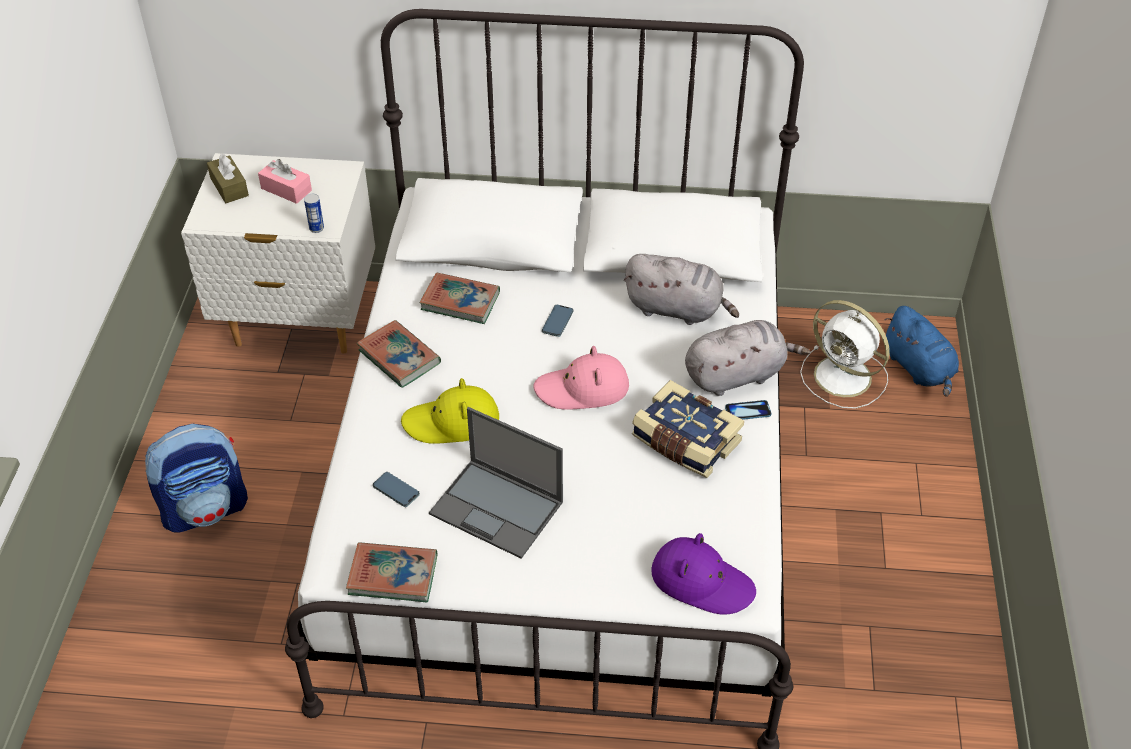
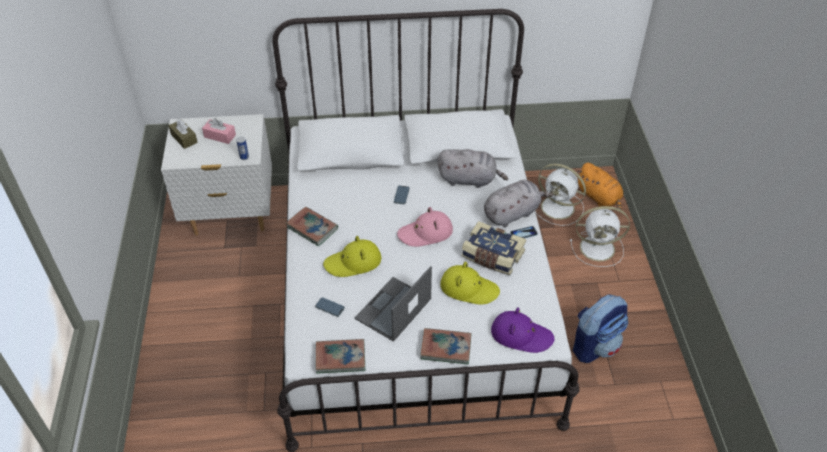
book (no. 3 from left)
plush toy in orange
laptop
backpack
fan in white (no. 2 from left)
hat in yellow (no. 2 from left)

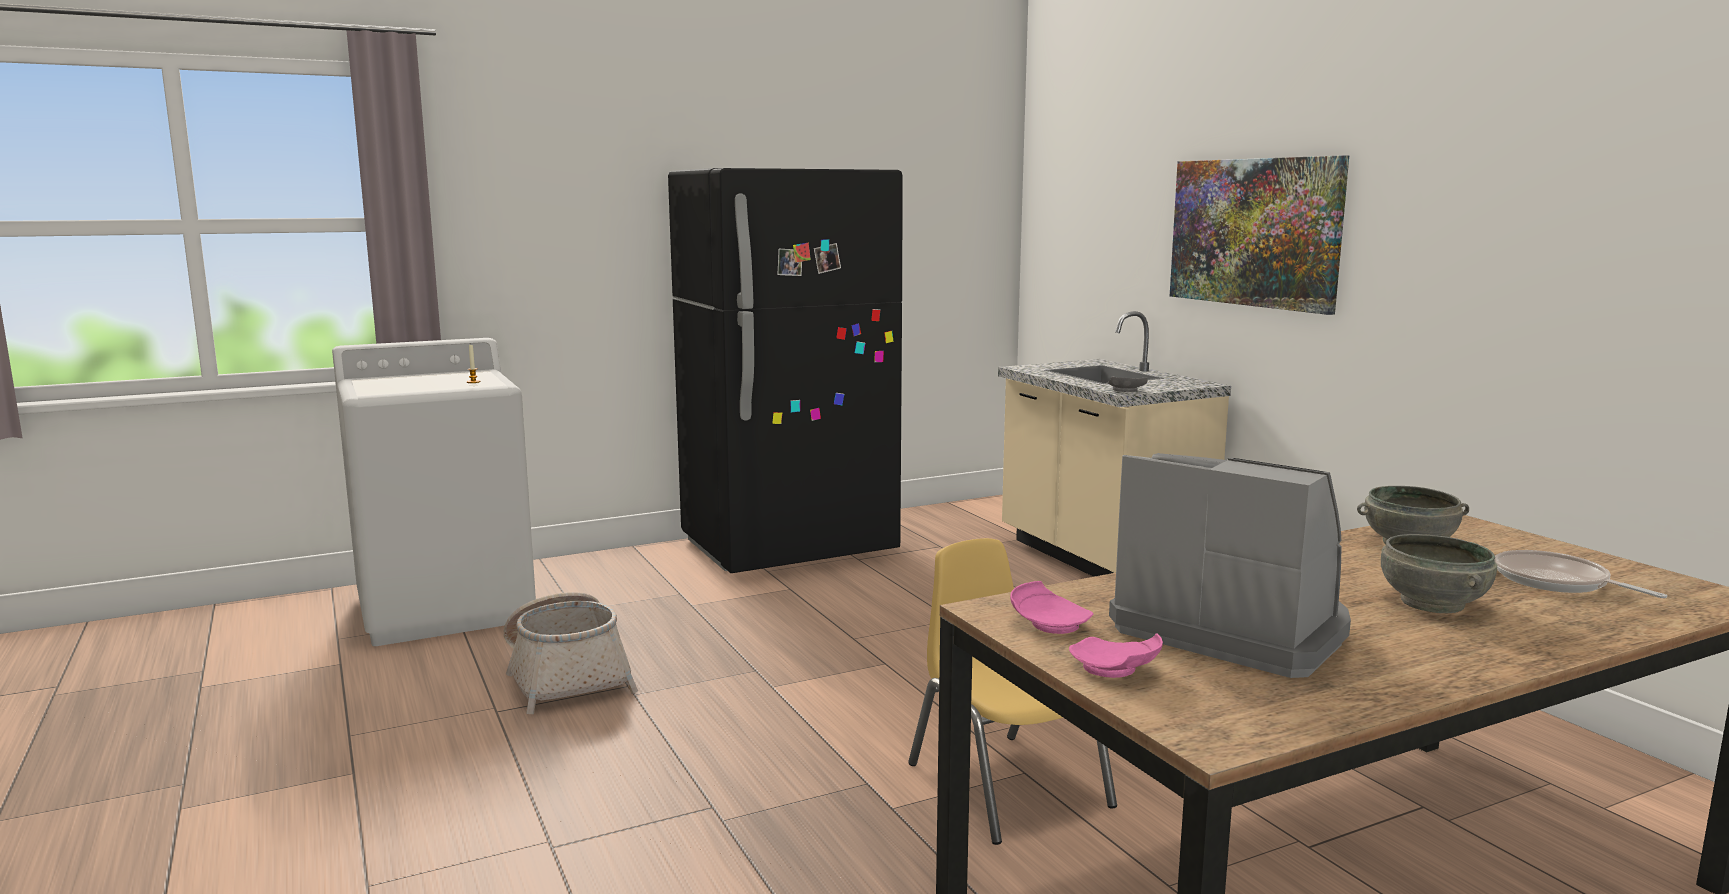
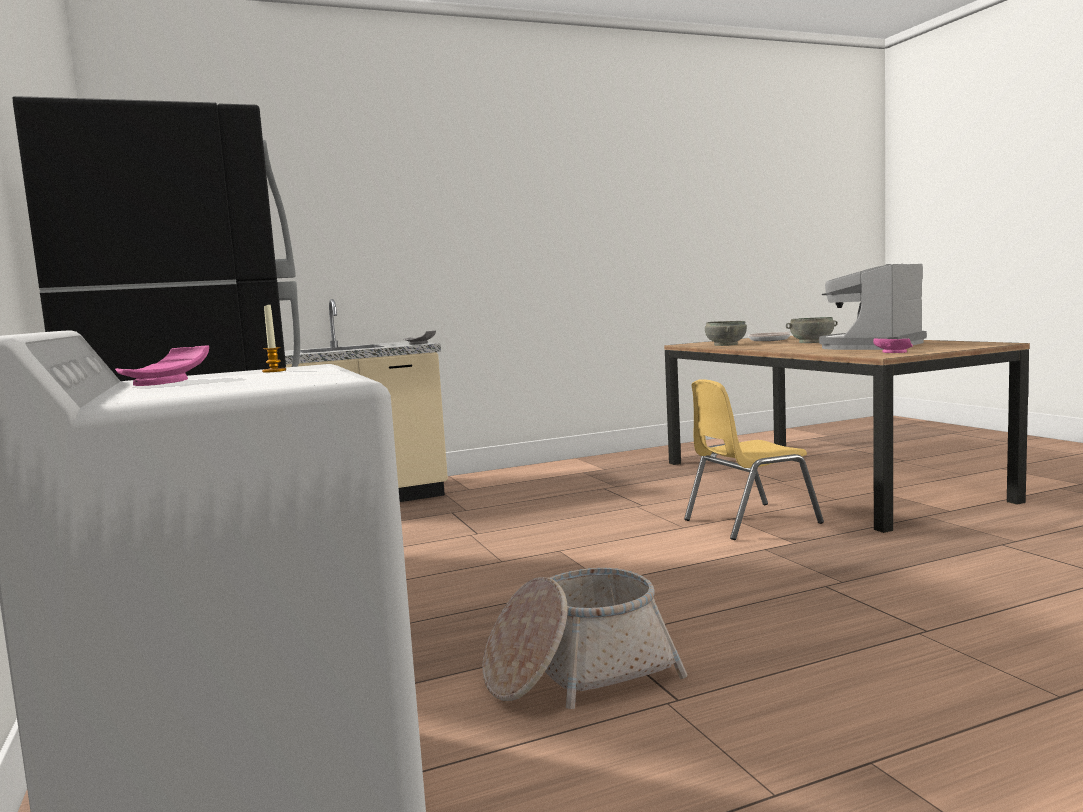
picture
plate in pink (no. 1 from left)

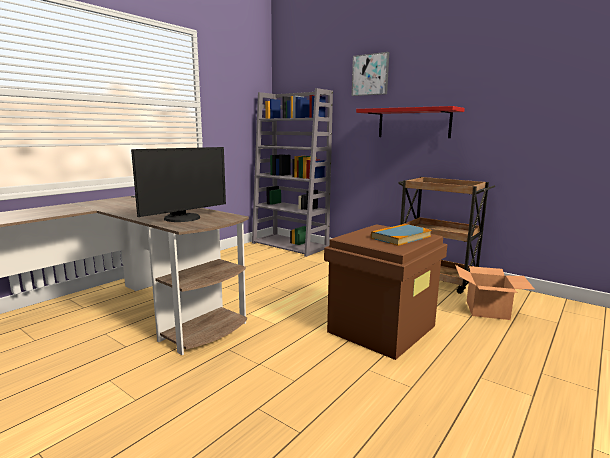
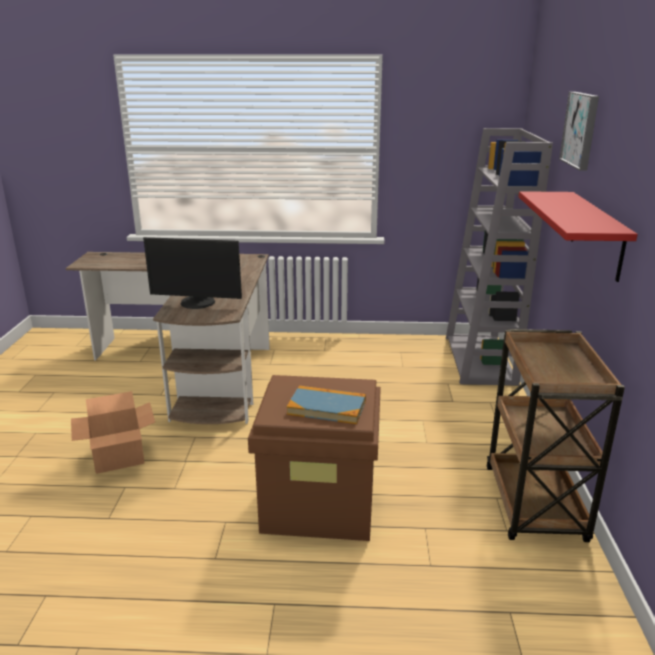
cardboard box

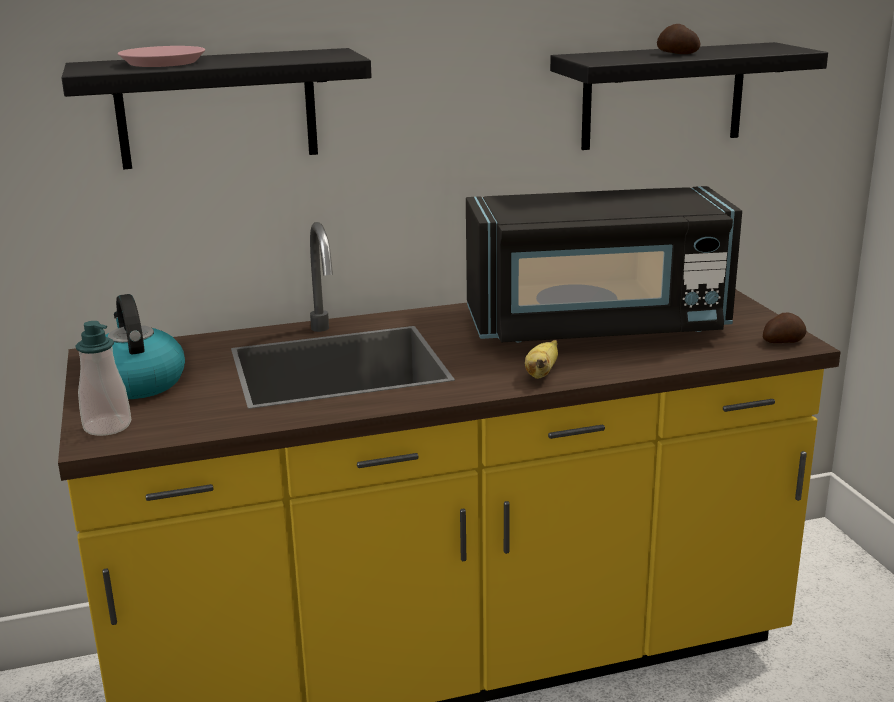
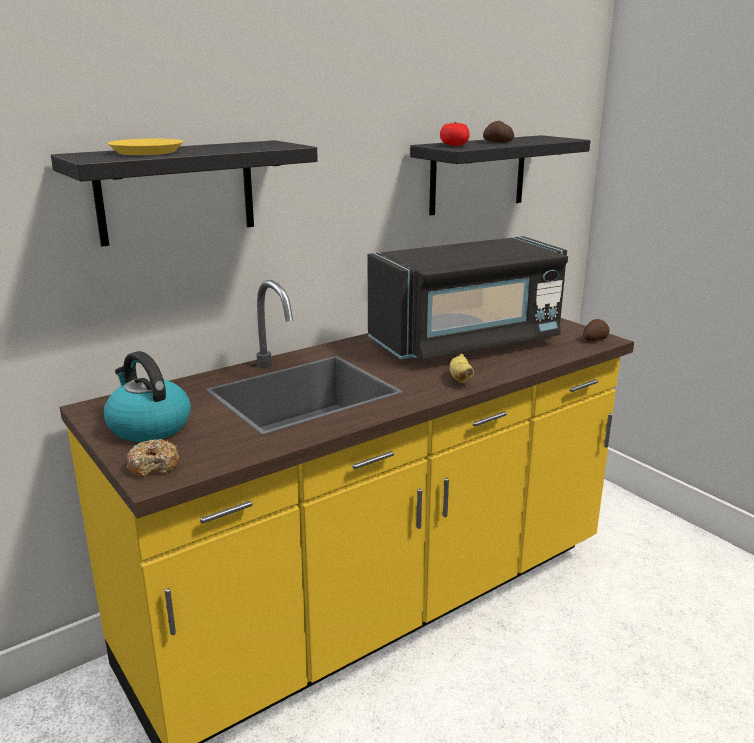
plate in yellow
donut
tomato

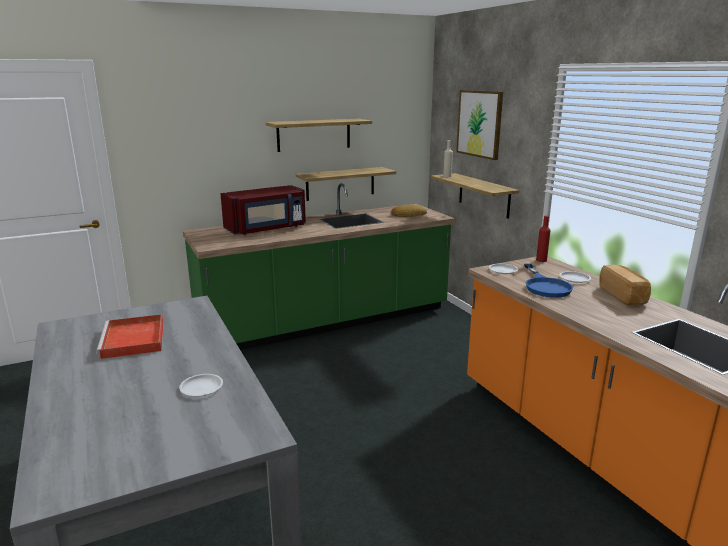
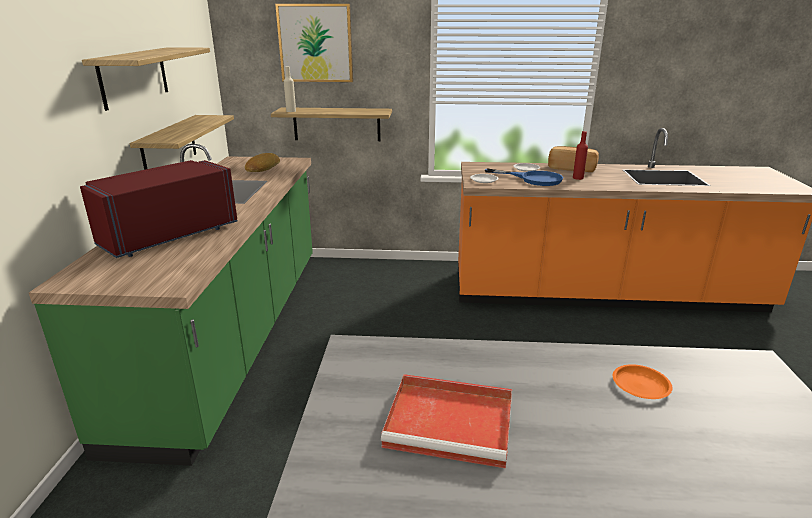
microwave in red
bottle in red
plate in orange

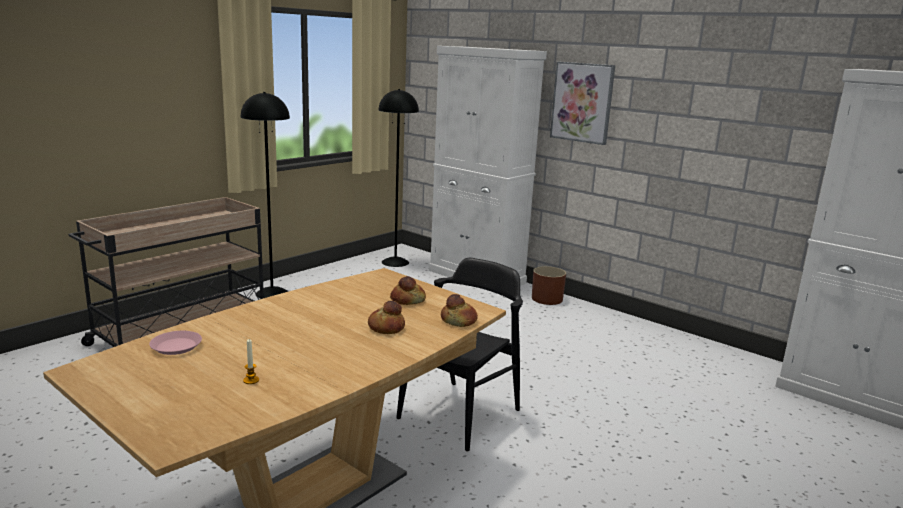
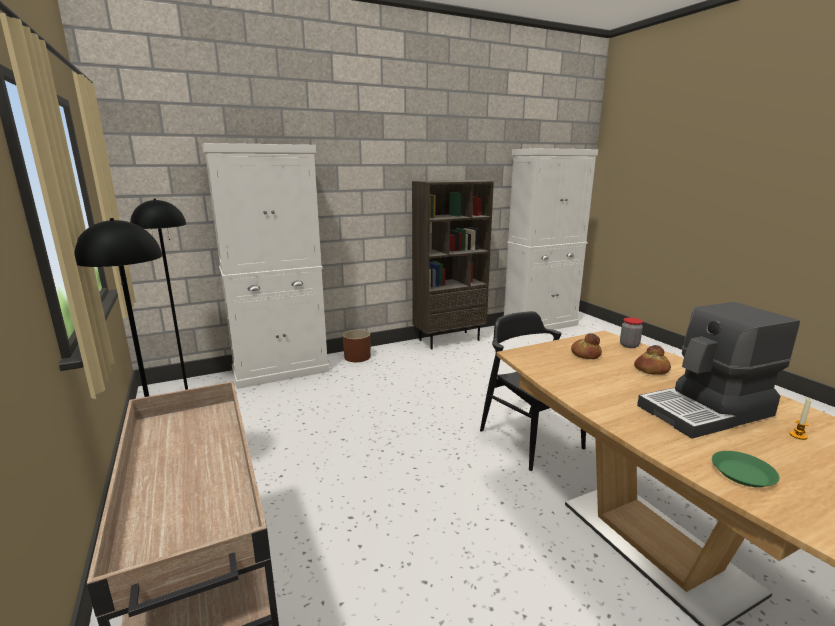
picture
jar
plate in green
bookcase in brown
coffee machine

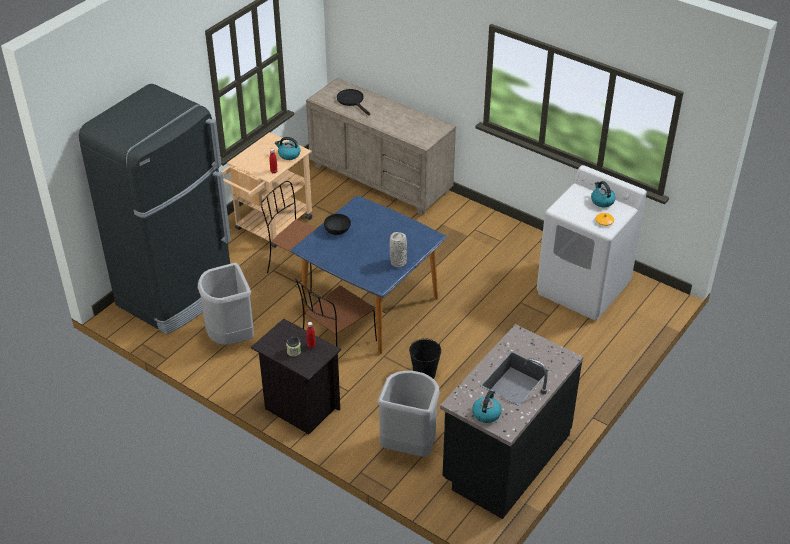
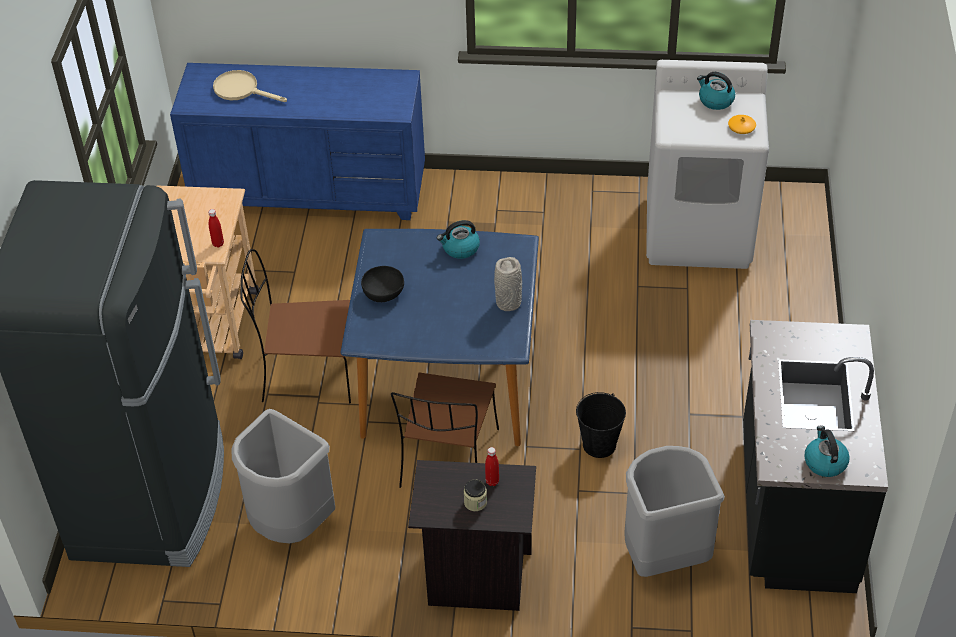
dresser in blue
frying pan in beige
kettle (no. 1 from left)

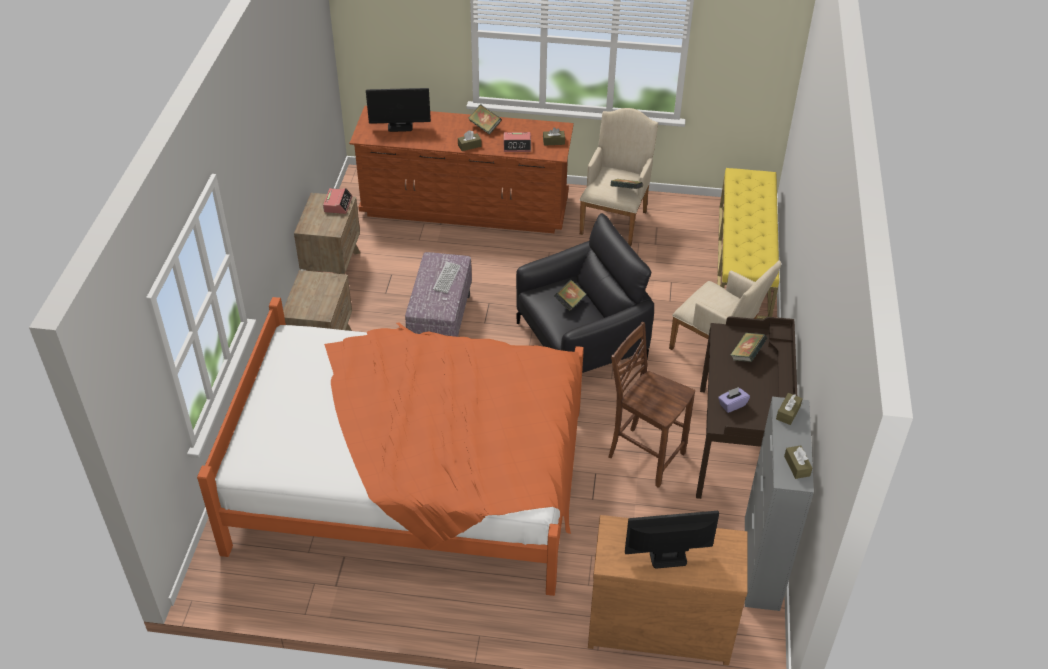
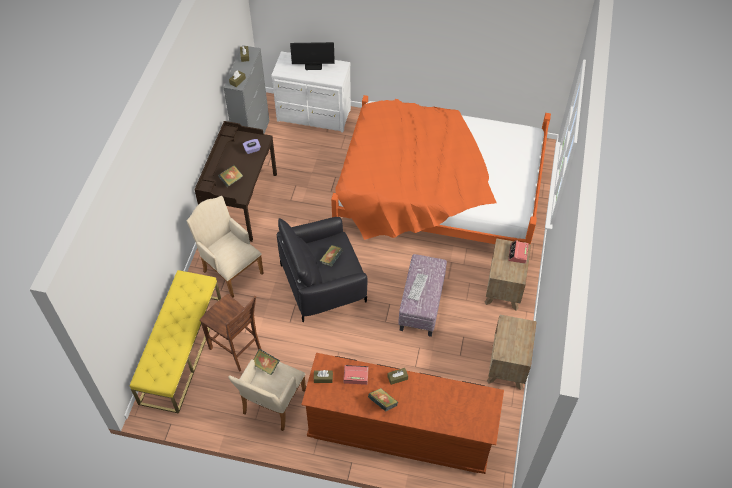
monitor (no. 1 from left in the first image)
alarm clock (no. 2 from left)
chair in brown
dresser in white

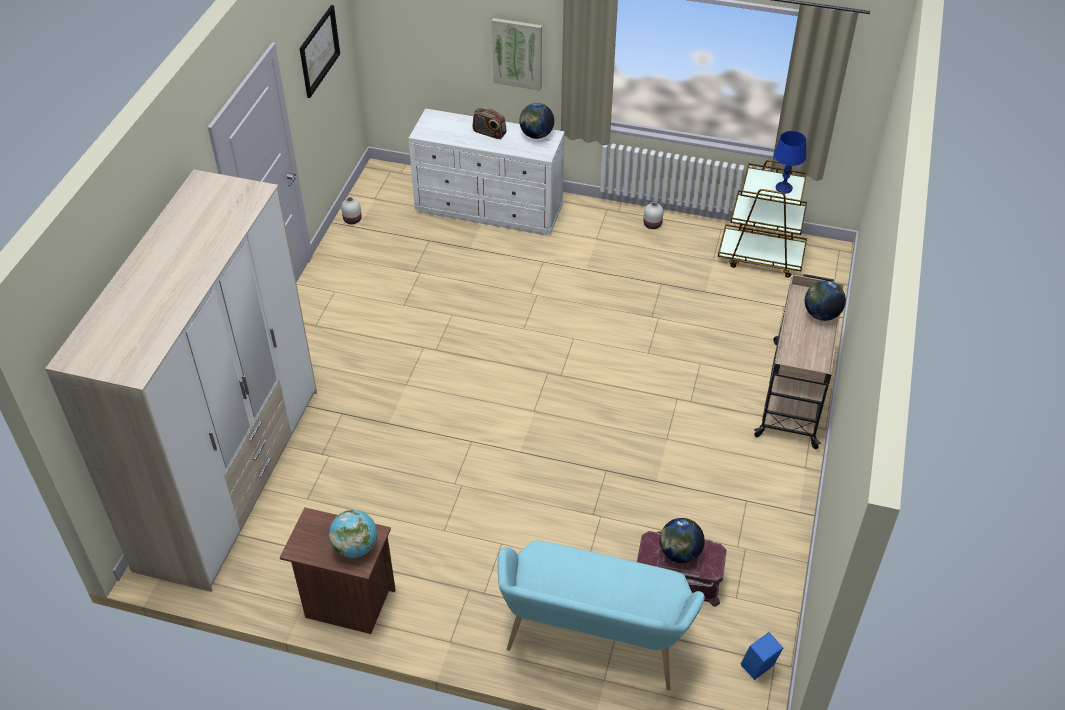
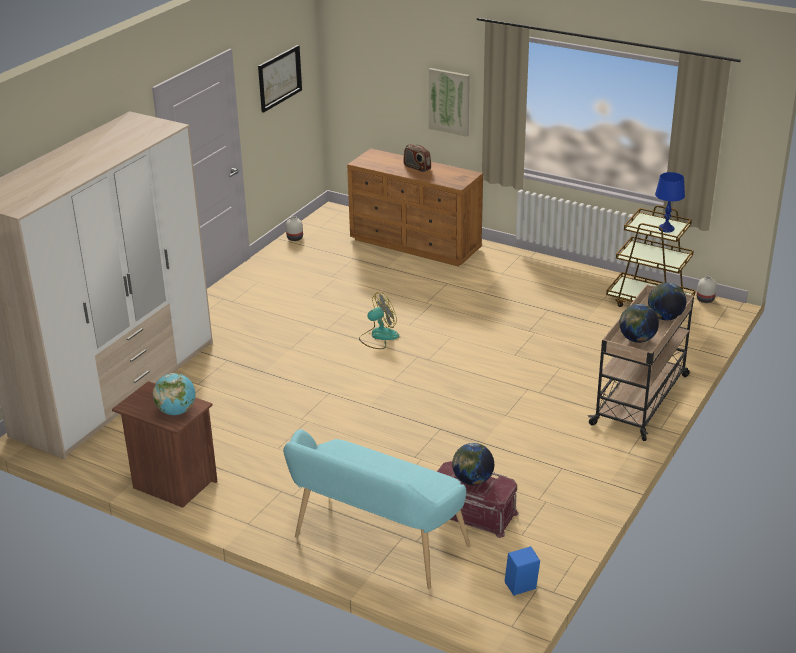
globe (no. 3 from left)
dresser in brown
vase in white (no. 2 from left)
fan

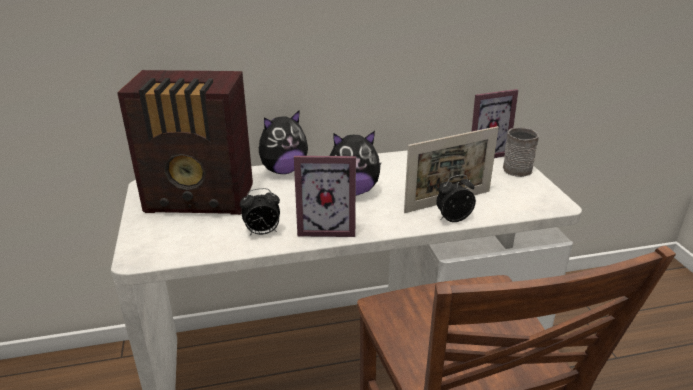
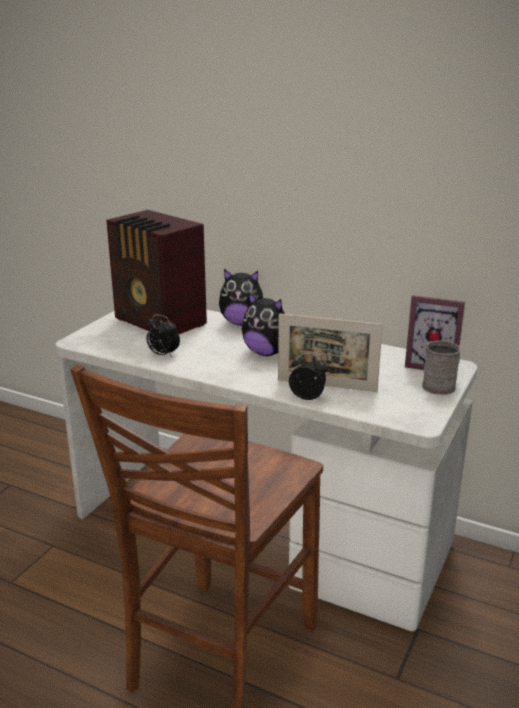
picture frame (no. 1 from left in the first image)

